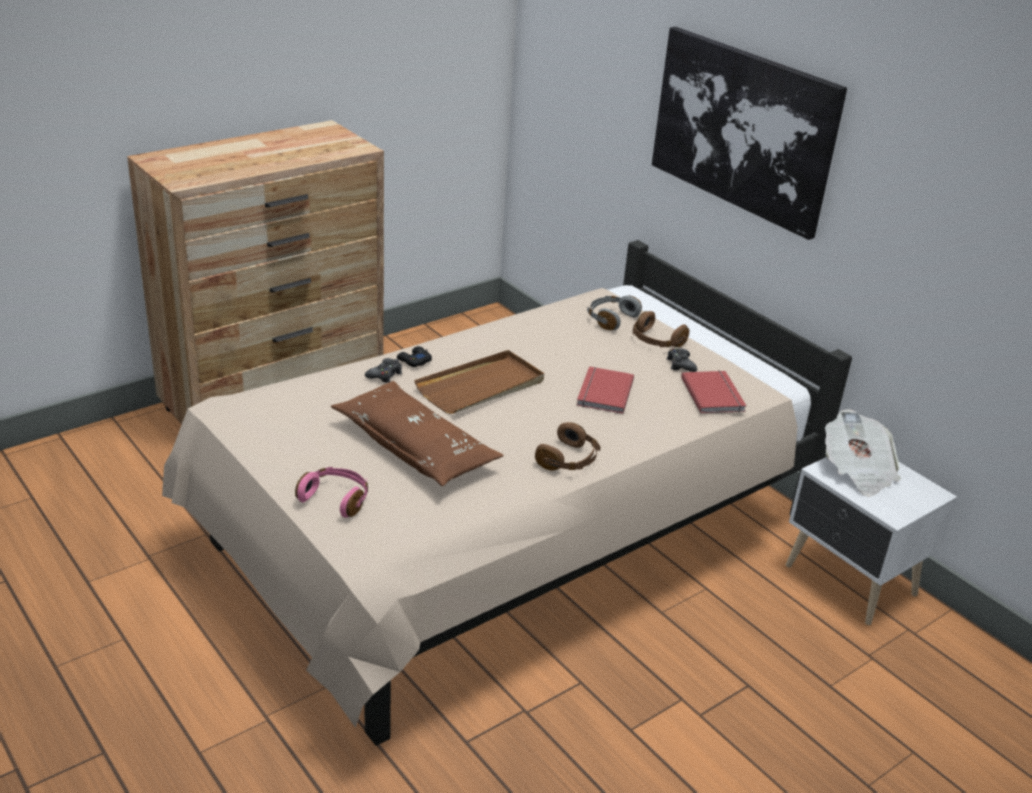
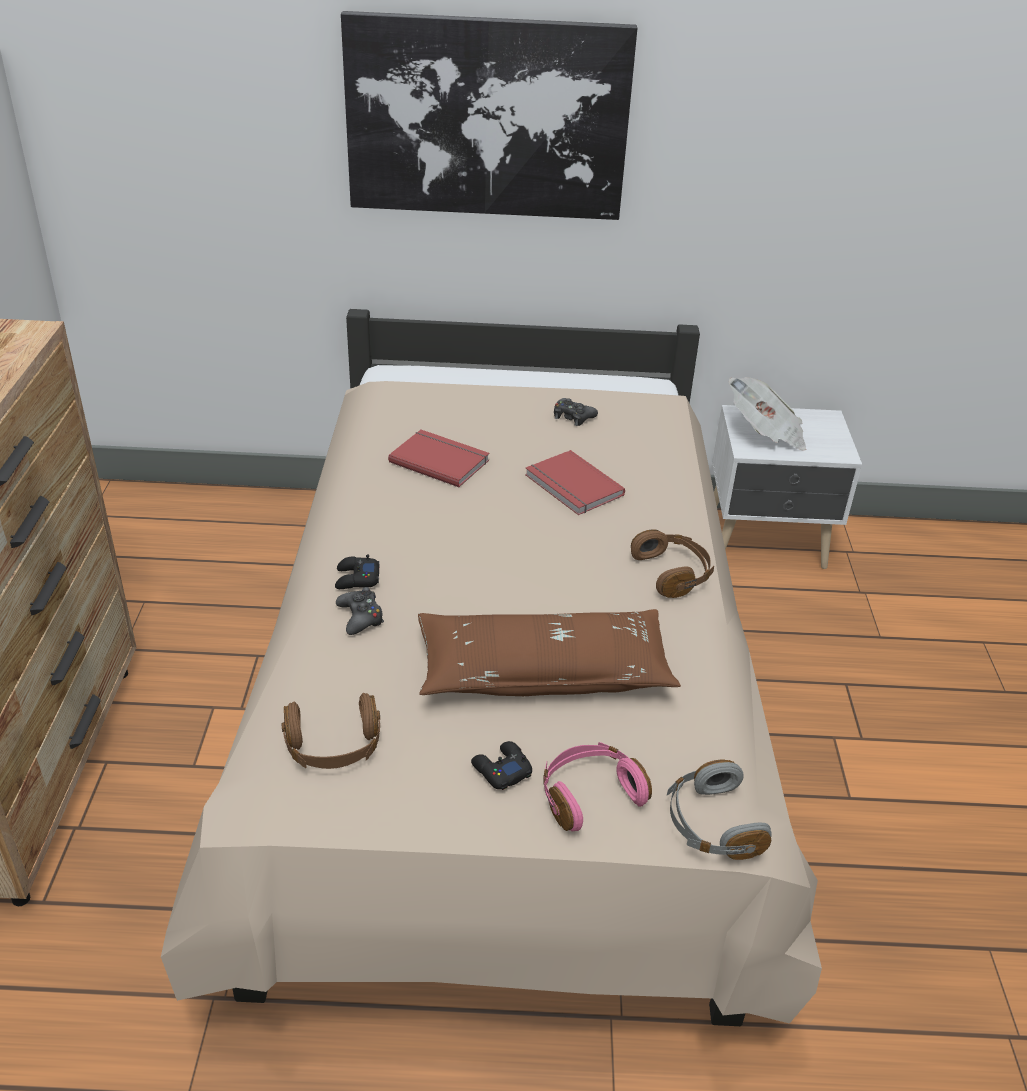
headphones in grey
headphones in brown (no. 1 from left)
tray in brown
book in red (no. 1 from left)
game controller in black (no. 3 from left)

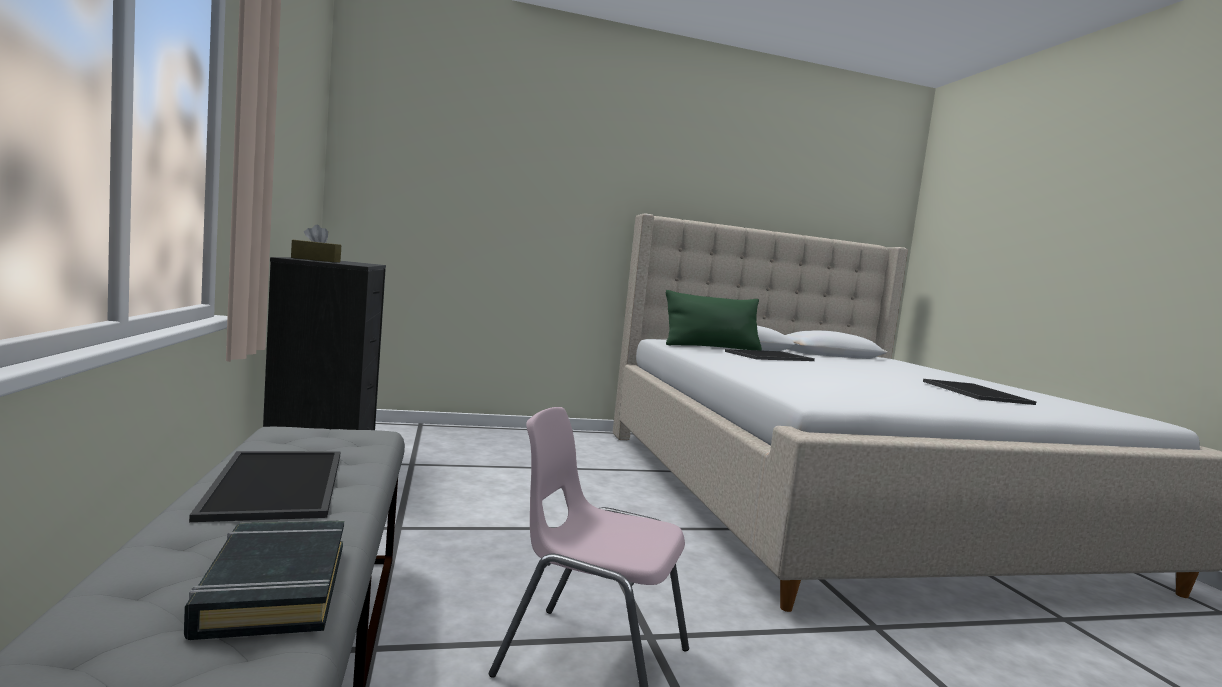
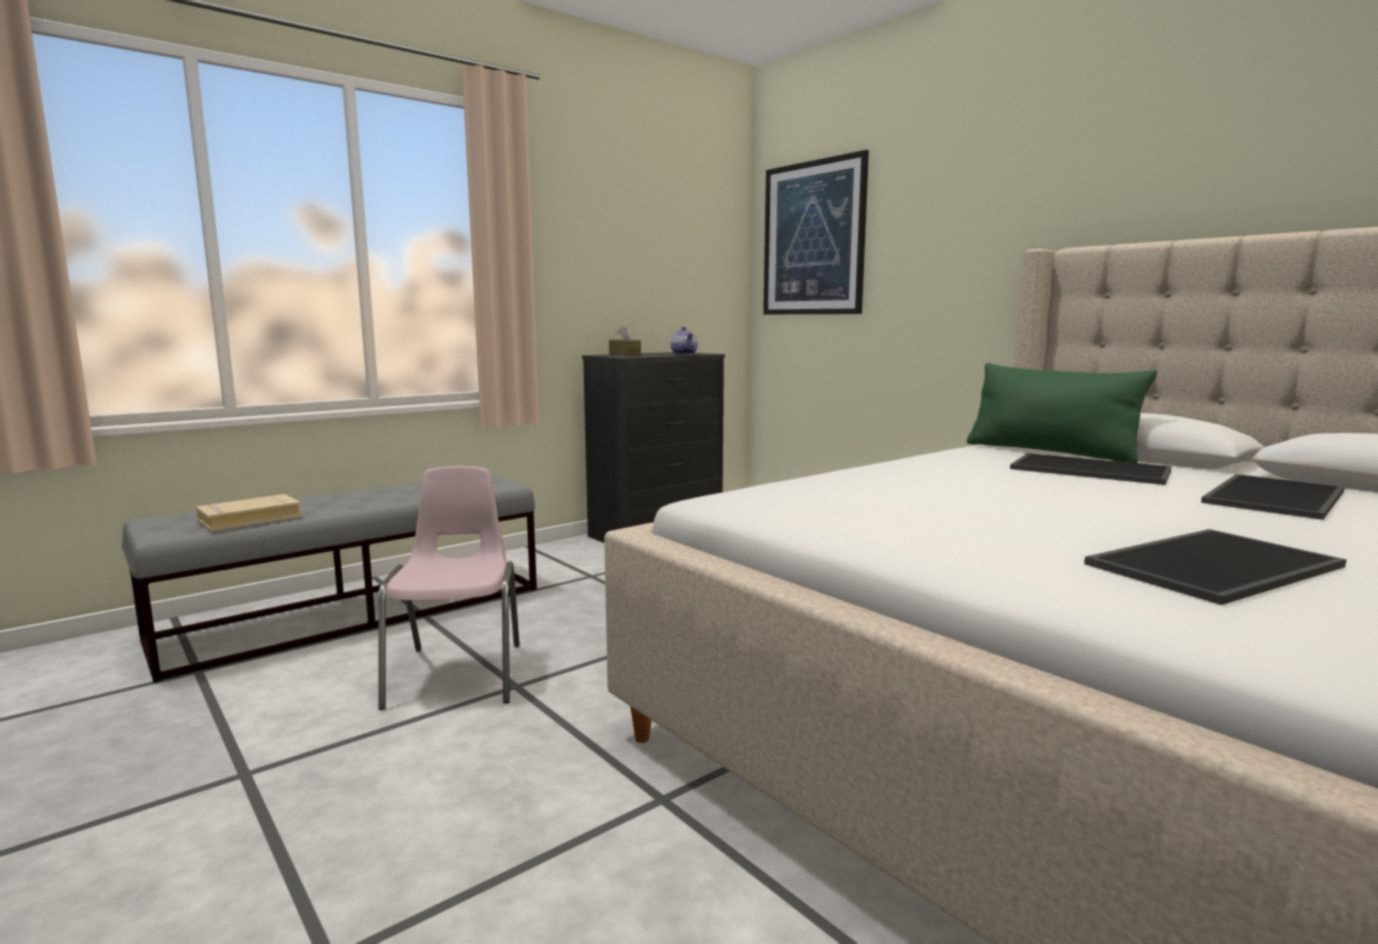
tray (no. 3 from left)
book in beige
picture
teapot

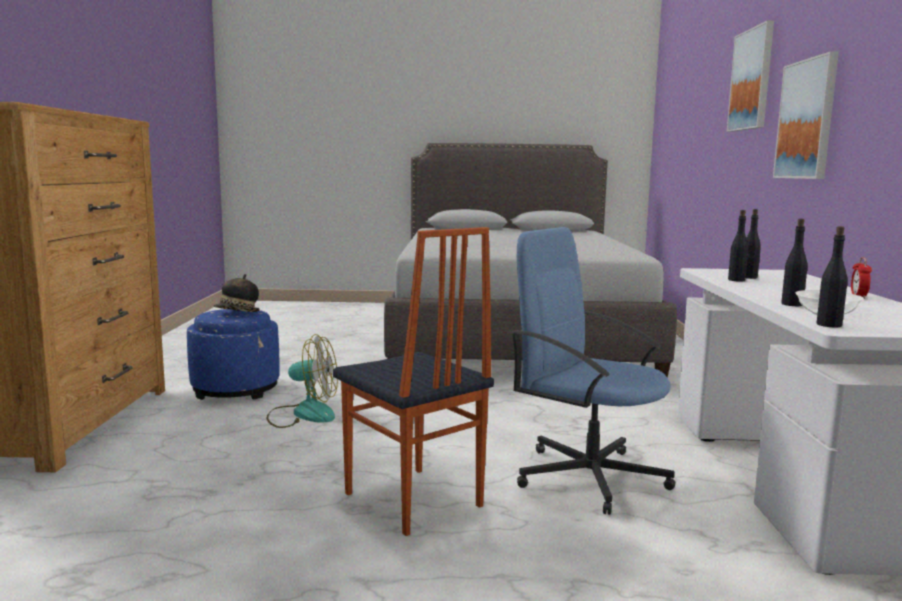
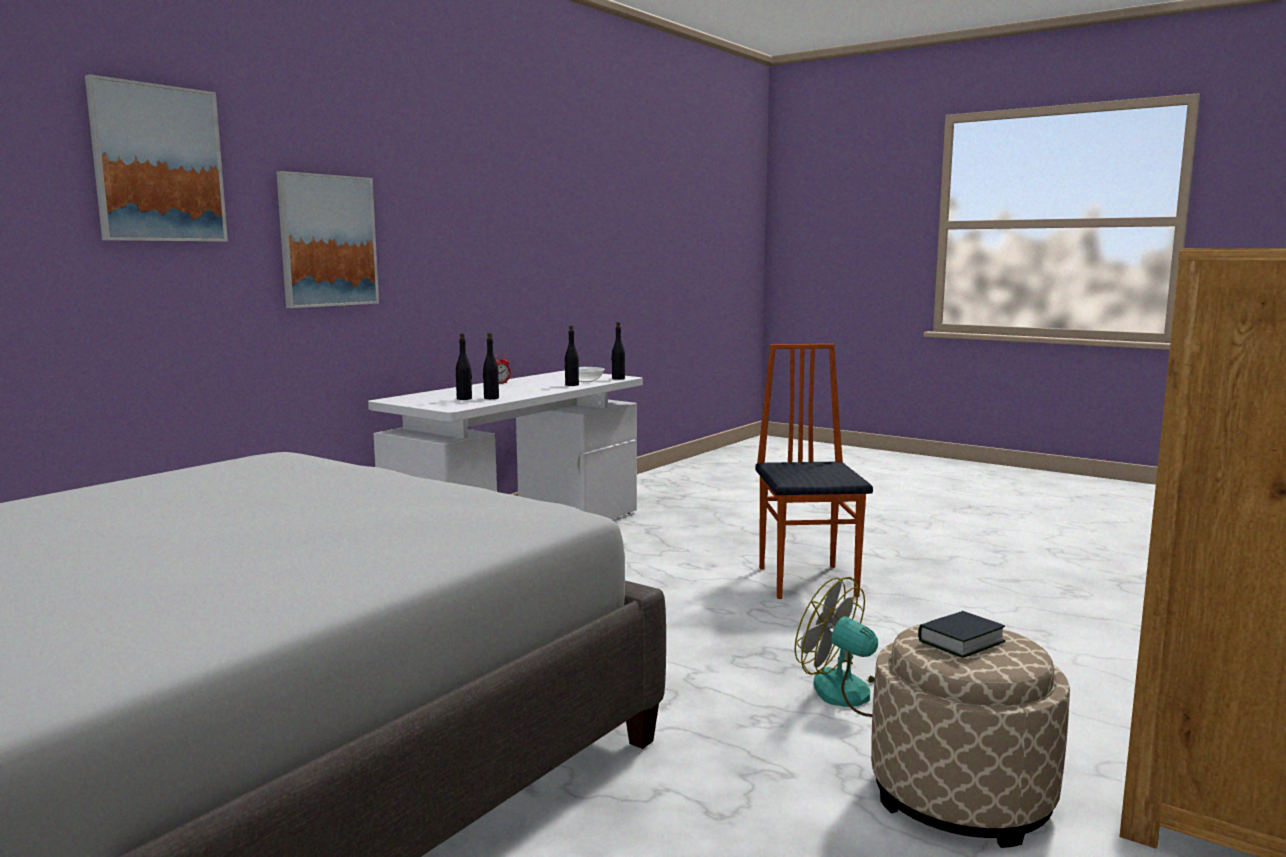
office chair in blue
book
ottoman in beige

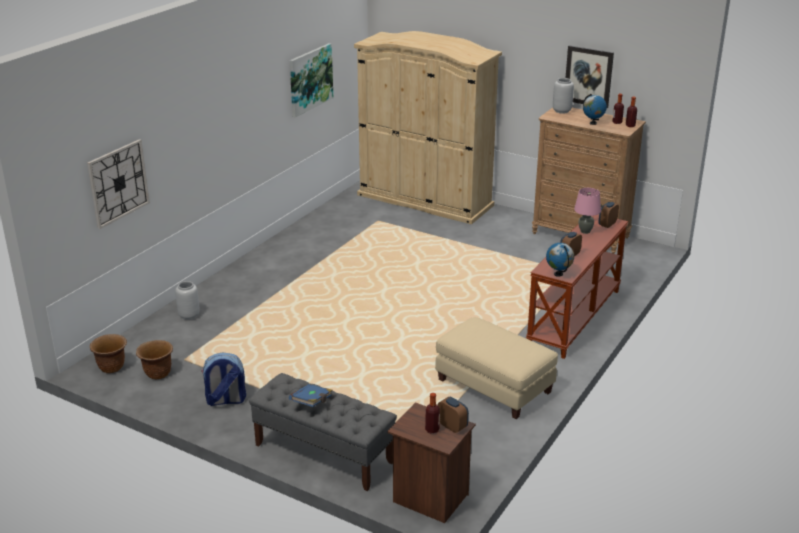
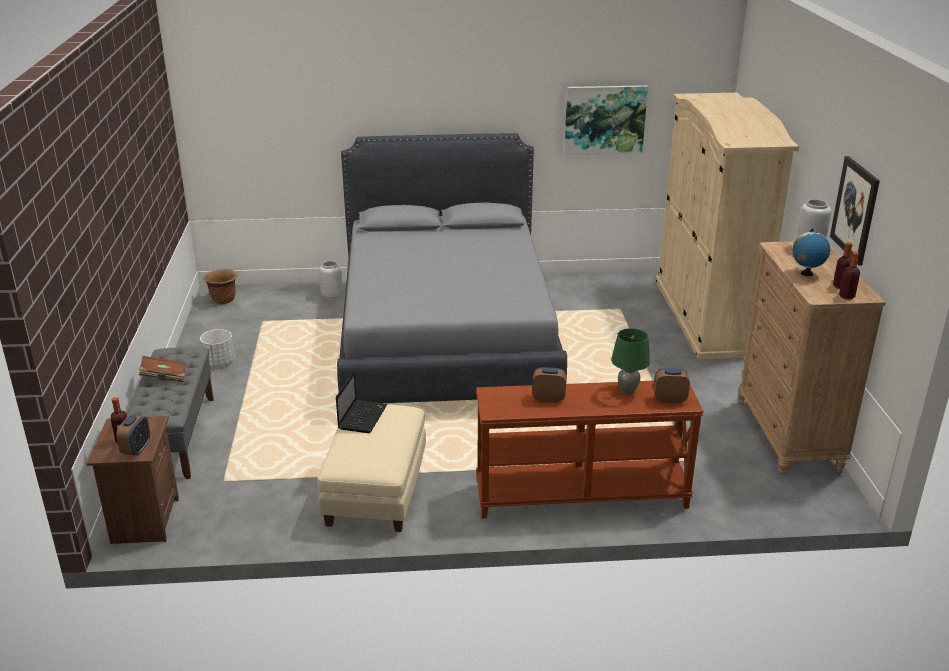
wall clock
table lamp in green
globe (no. 1 from left in the first image)
planter in brown (no. 2 from left in the first image)
planter in white
book in brown
bed in grey
laptop

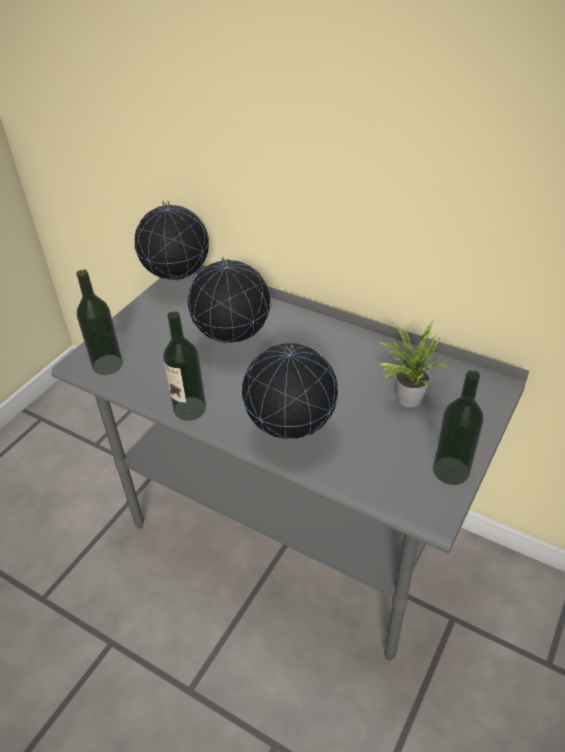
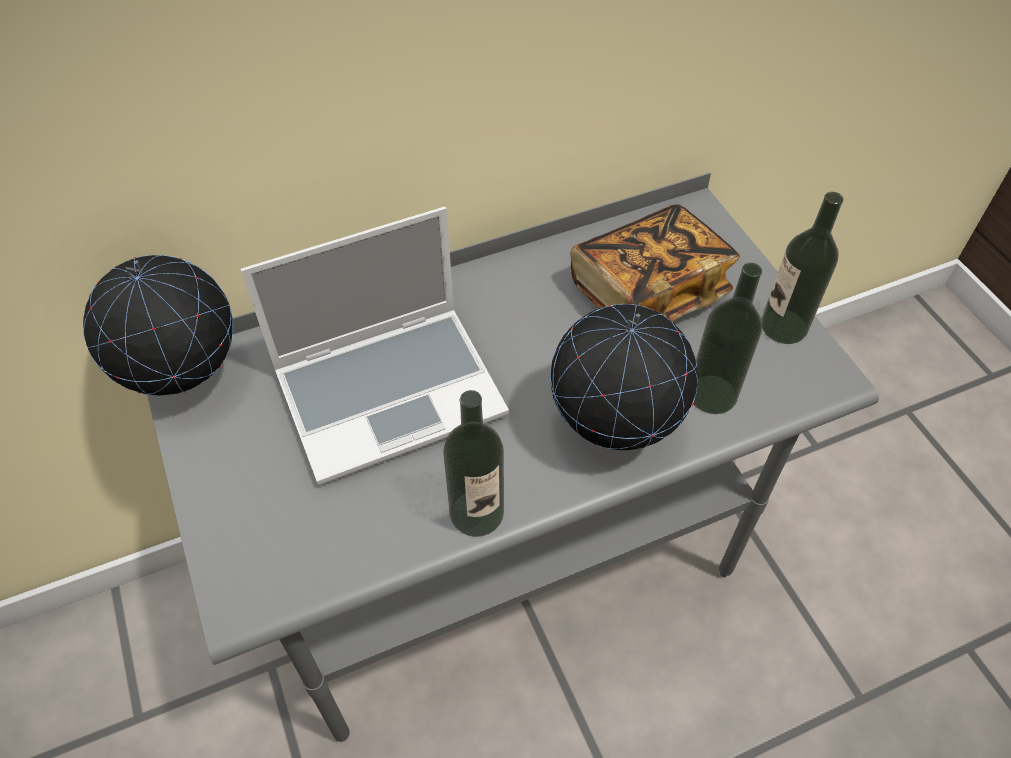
laptop
bottle (no. 2 from left)
book

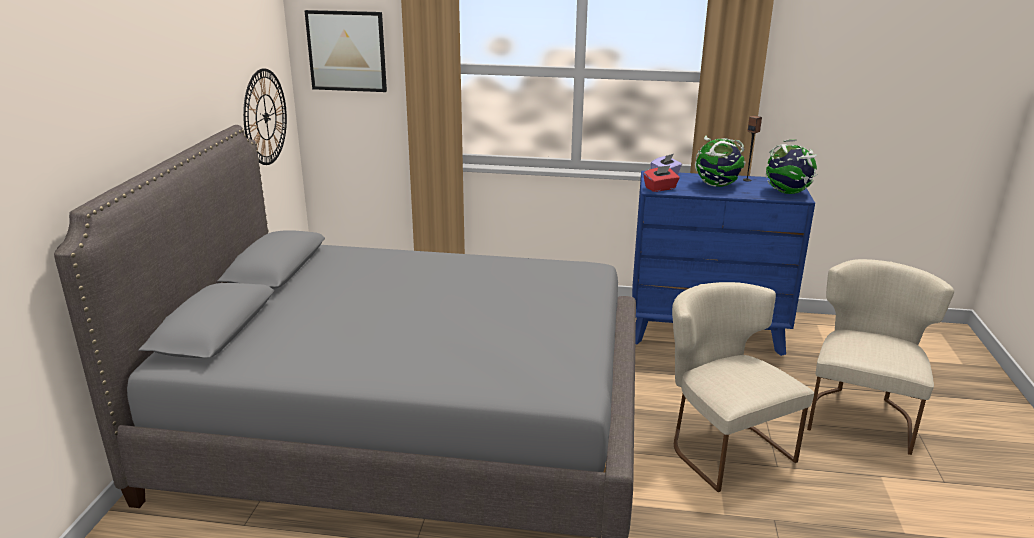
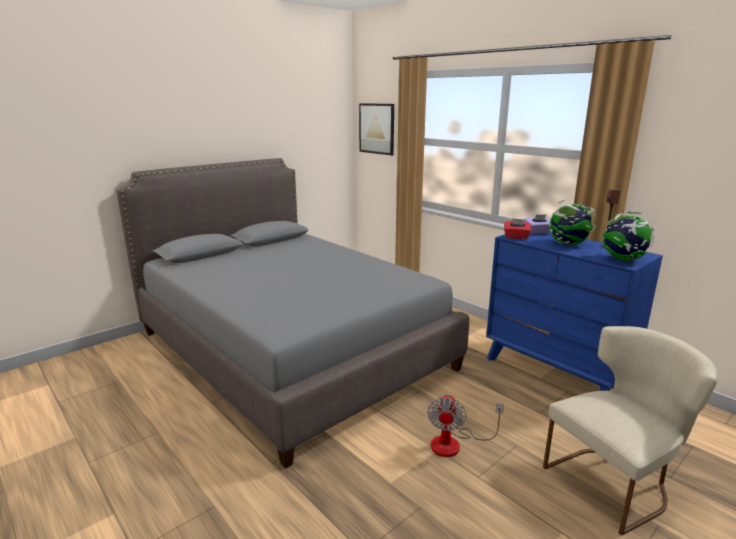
wall clock
fan

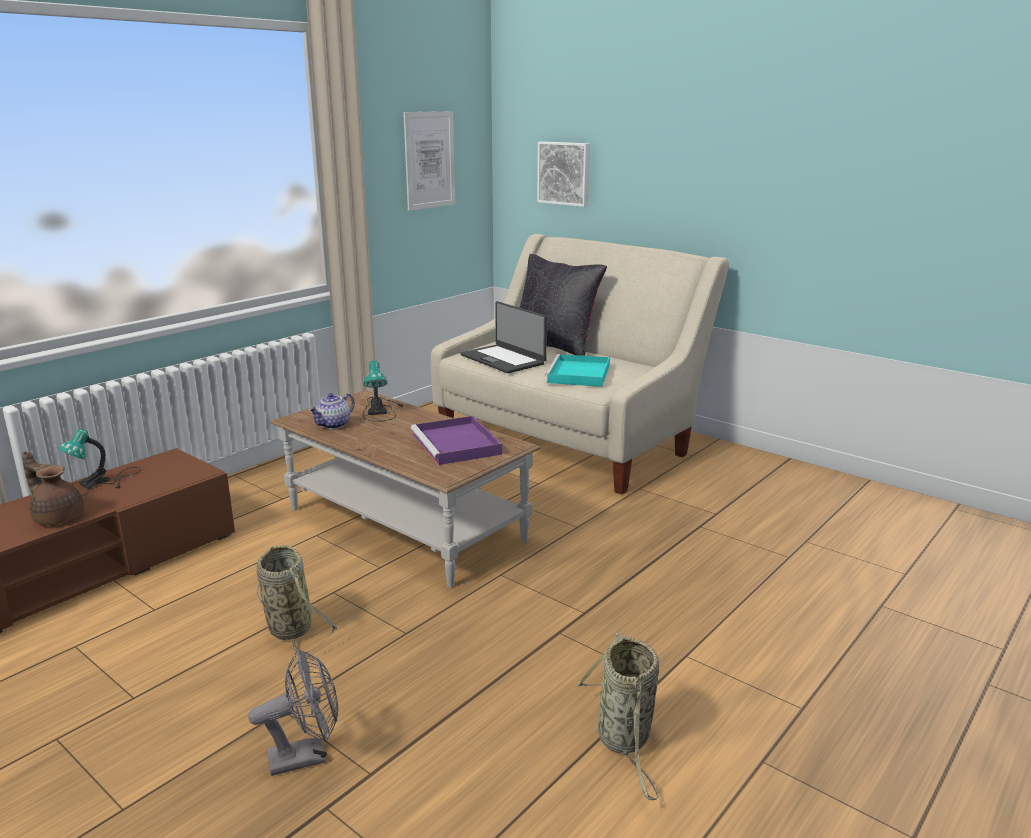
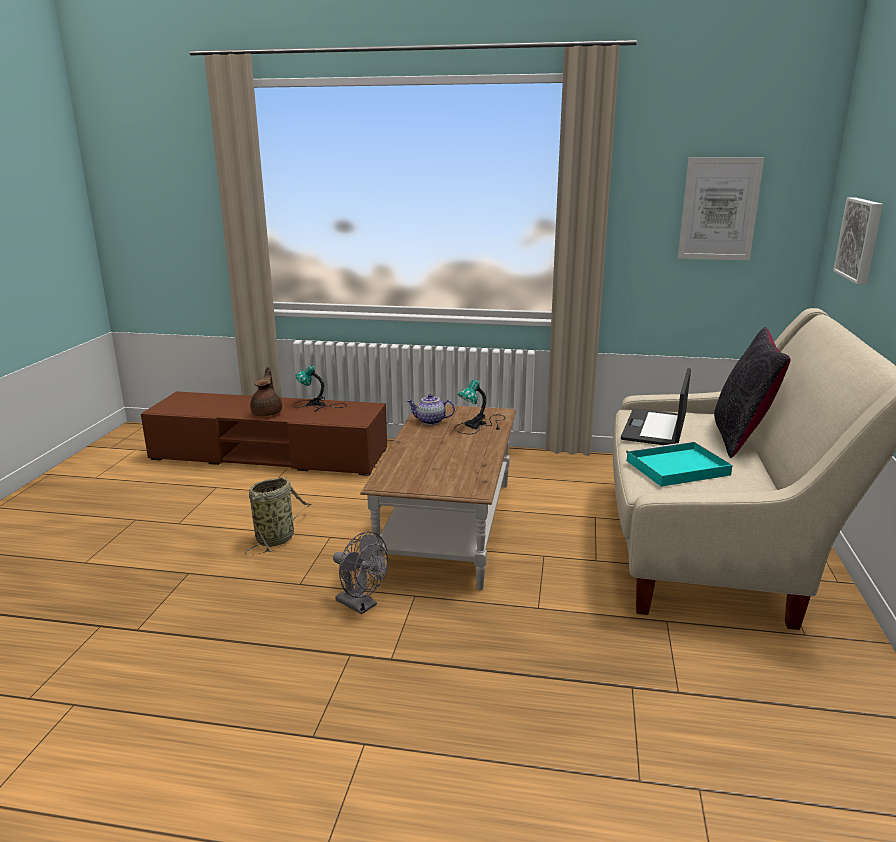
tray in purple
basket (no. 2 from left in the first image)
fan in grey

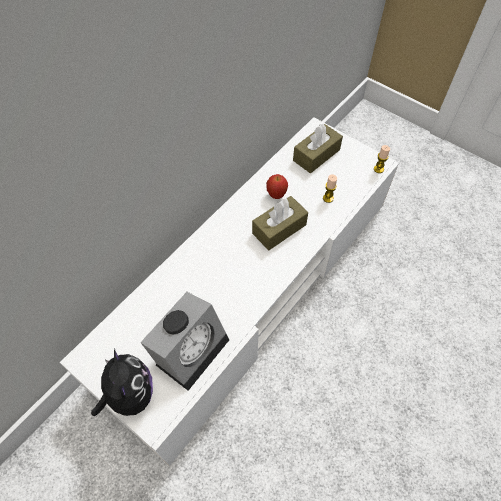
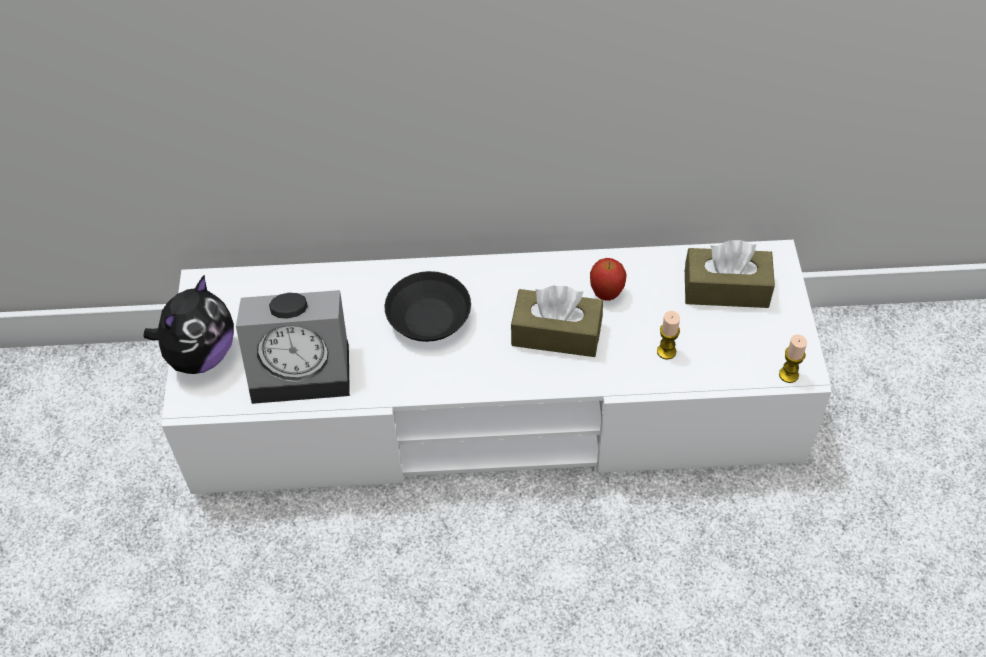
bowl in black

